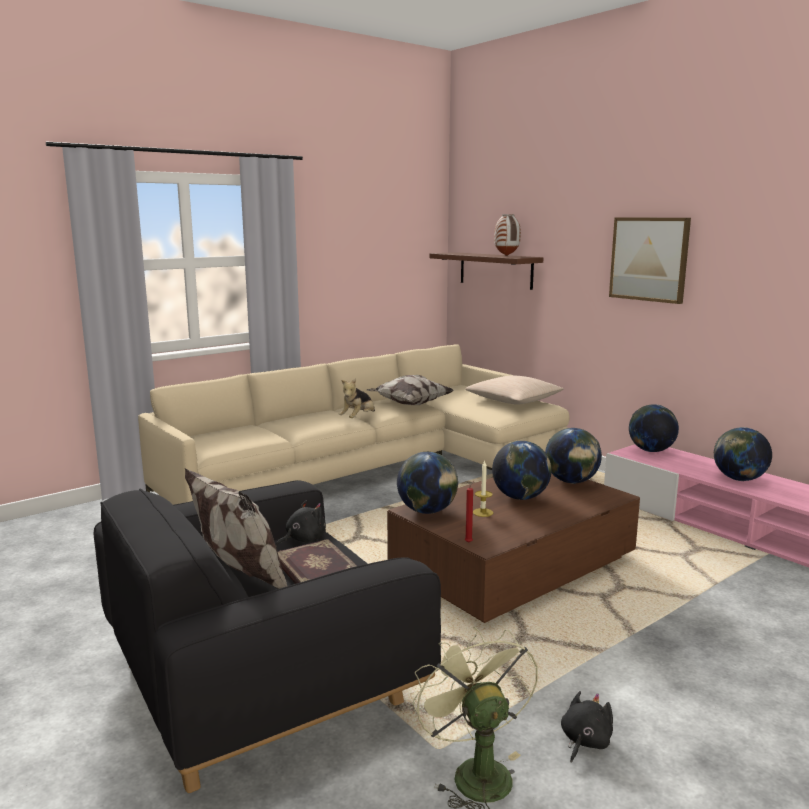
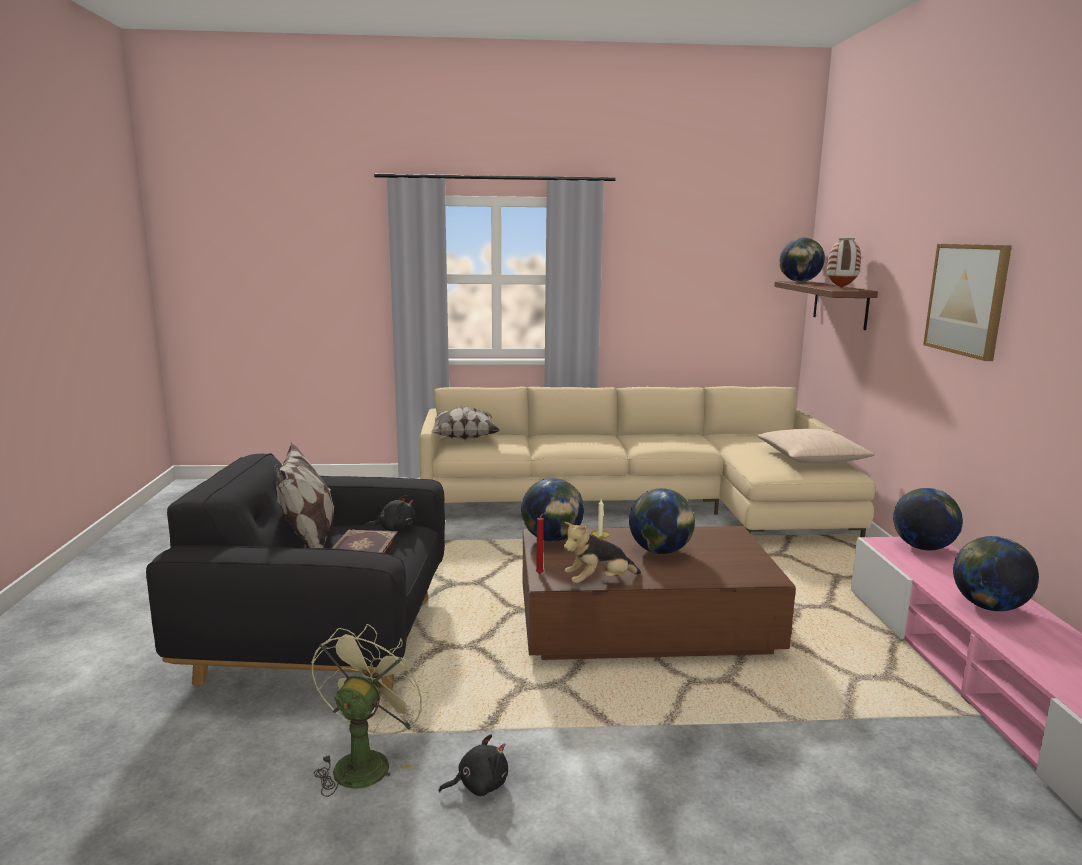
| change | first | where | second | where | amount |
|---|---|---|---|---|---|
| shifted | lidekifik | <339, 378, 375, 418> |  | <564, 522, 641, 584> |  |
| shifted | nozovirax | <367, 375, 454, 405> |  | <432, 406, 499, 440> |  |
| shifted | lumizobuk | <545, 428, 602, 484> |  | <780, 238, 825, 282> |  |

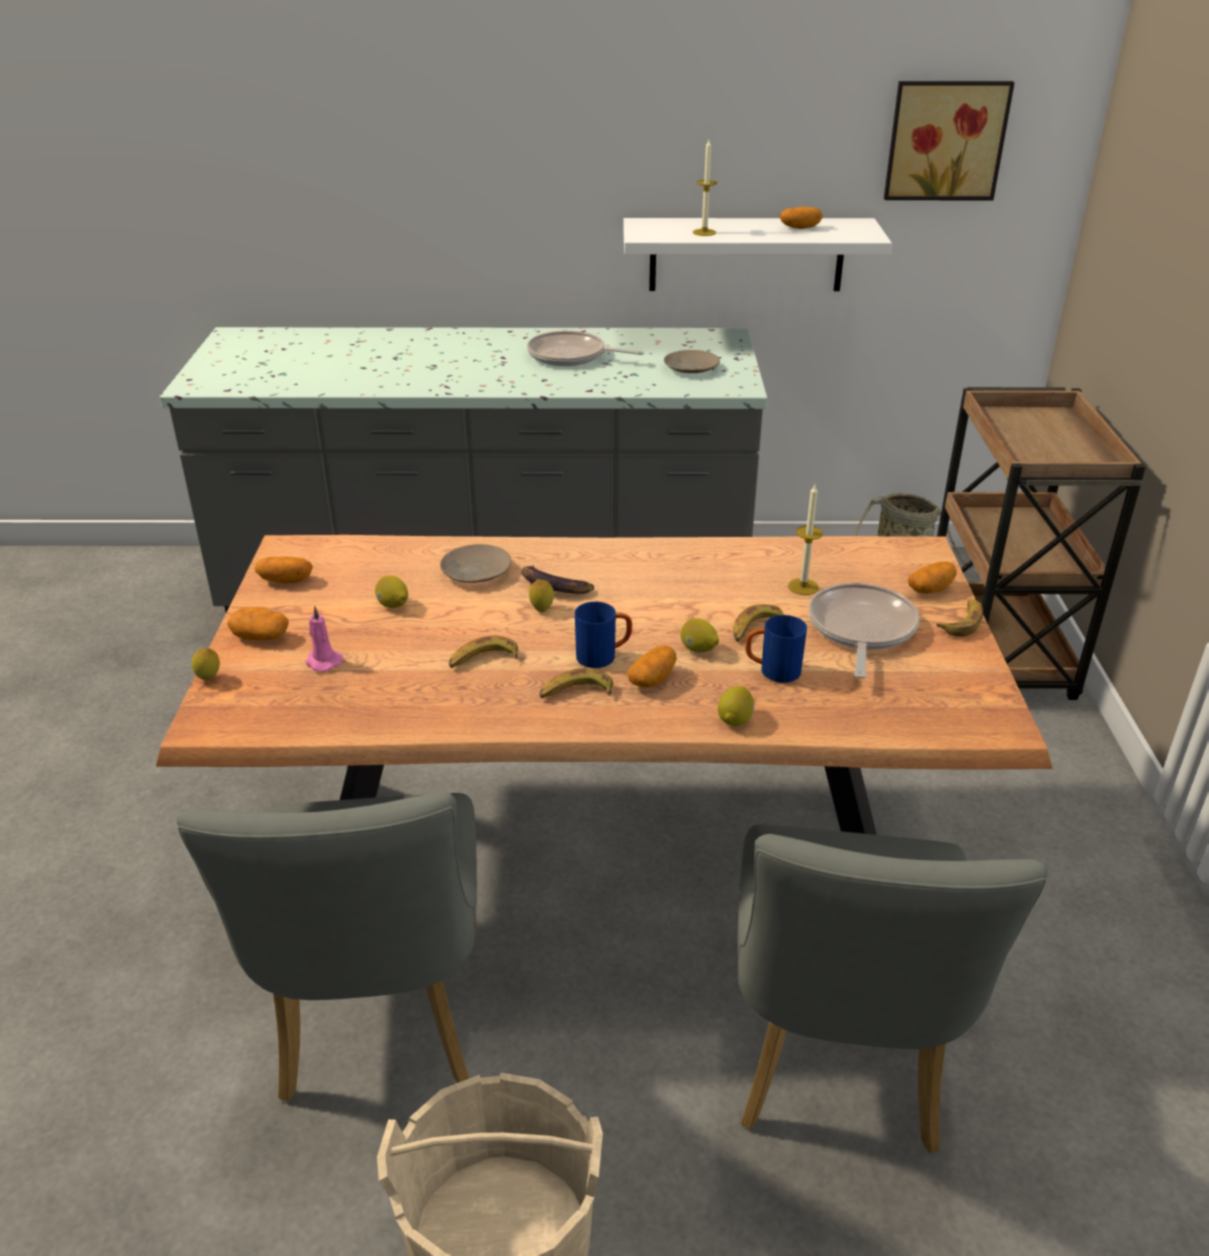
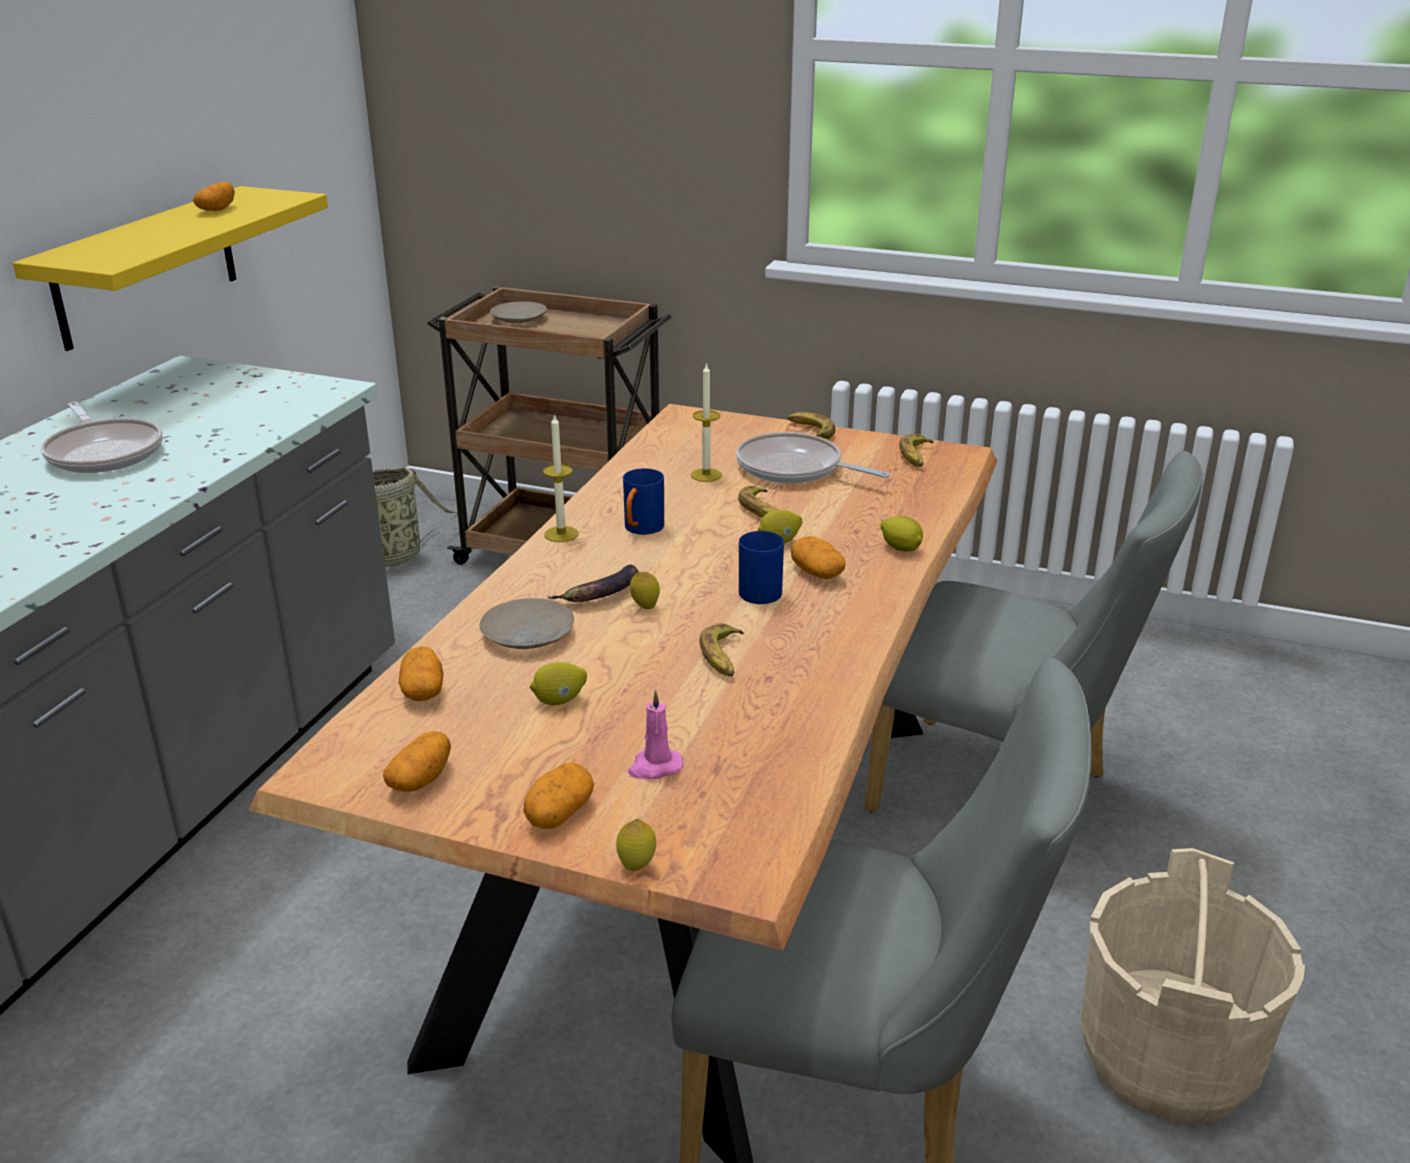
| change | first | where | second | where | amount |
|---|---|---|---|---|---|
| gone | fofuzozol | <884, 81, 1015, 200> |  |  |  |
| shifted | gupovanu | <539, 668, 613, 698> |  | <899, 434, 934, 467> |  |
| shifted | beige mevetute | <664, 350, 720, 373> |  | <490, 302, 547, 324> |  |
| shifted | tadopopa | <693, 140, 717, 236> |  | <543, 414, 579, 542> |  |
| shifted | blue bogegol | <745, 615, 807, 683> |  | <623, 468, 664, 535> |  |
| shifted | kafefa | <908, 562, 957, 594> |  | <399, 647, 444, 701> |  |
| repainted | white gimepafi | <623, 218, 892, 291> | yellow gimepafi | <13, 186, 328, 351> |  |
| rotated | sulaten | <527, 331, 644, 366> |  | <41, 402, 163, 473> | 75 degrees counterclockwise |

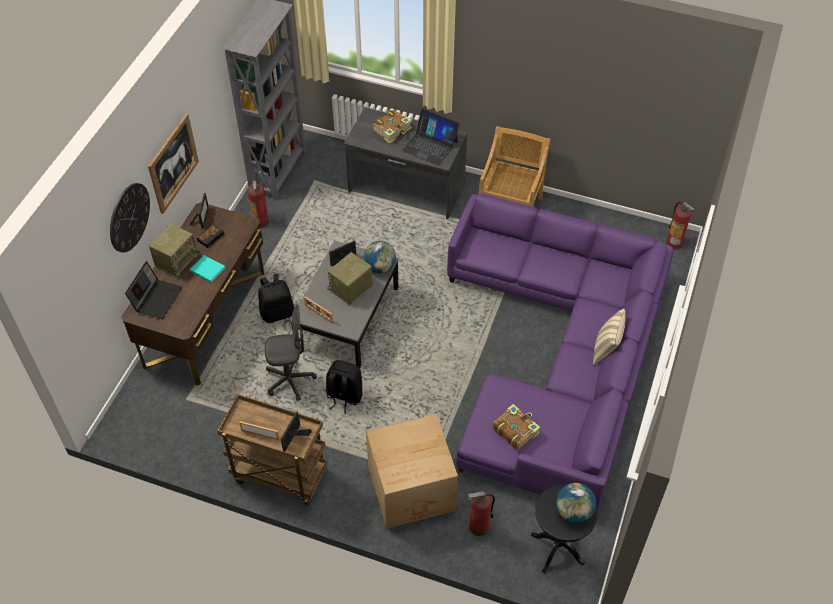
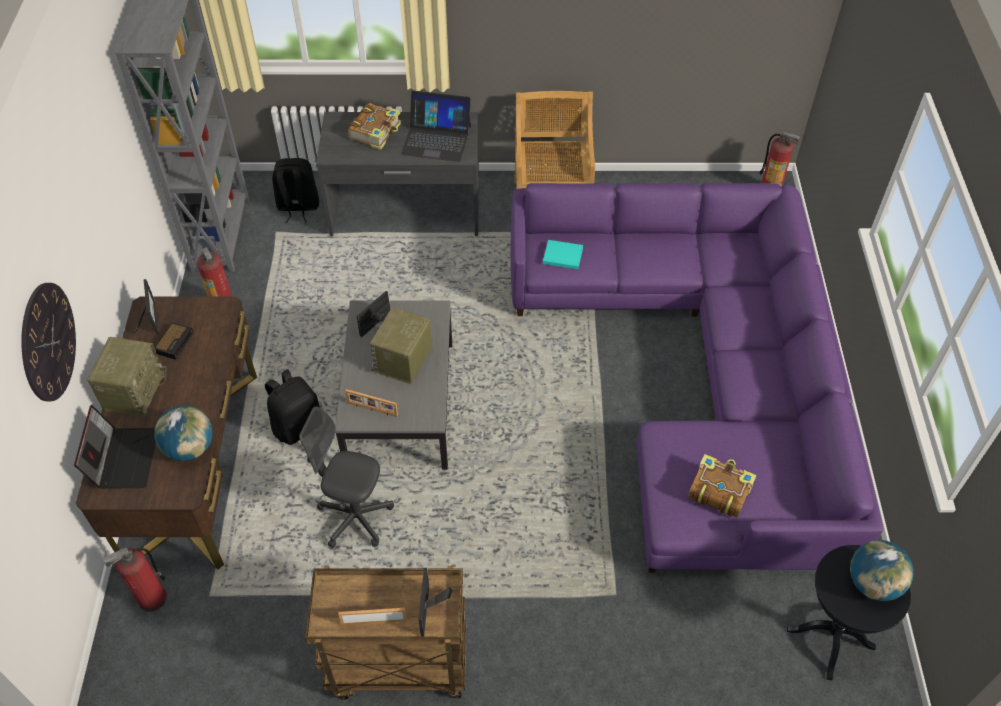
| change | first | where | second | where | amount |
|---|---|---|---|---|---|
| gone | fofuzozol | <148, 114, 199, 214> |  |  |  |
| gone | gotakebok | <366, 414, 458, 529> |  |  |  |
| gone | beige nozovirax | <593, 309, 625, 366> |  |  |  |
| shifted | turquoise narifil | <190, 255, 225, 283> |  | <543, 240, 583, 269> |  |
| shifted | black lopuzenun | <326, 360, 362, 414> |  | <272, 158, 319, 223> |  |
| shifted | lumizobuk | <364, 241, 396, 274> |  | <154, 405, 212, 461> |  |
| shifted | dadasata | <468, 491, 495, 536> |  | <102, 547, 167, 612> |  |
| rotated | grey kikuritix | <265, 305, 317, 401> |  | <299, 406, 394, 548> | 135 degrees counterclockwise |

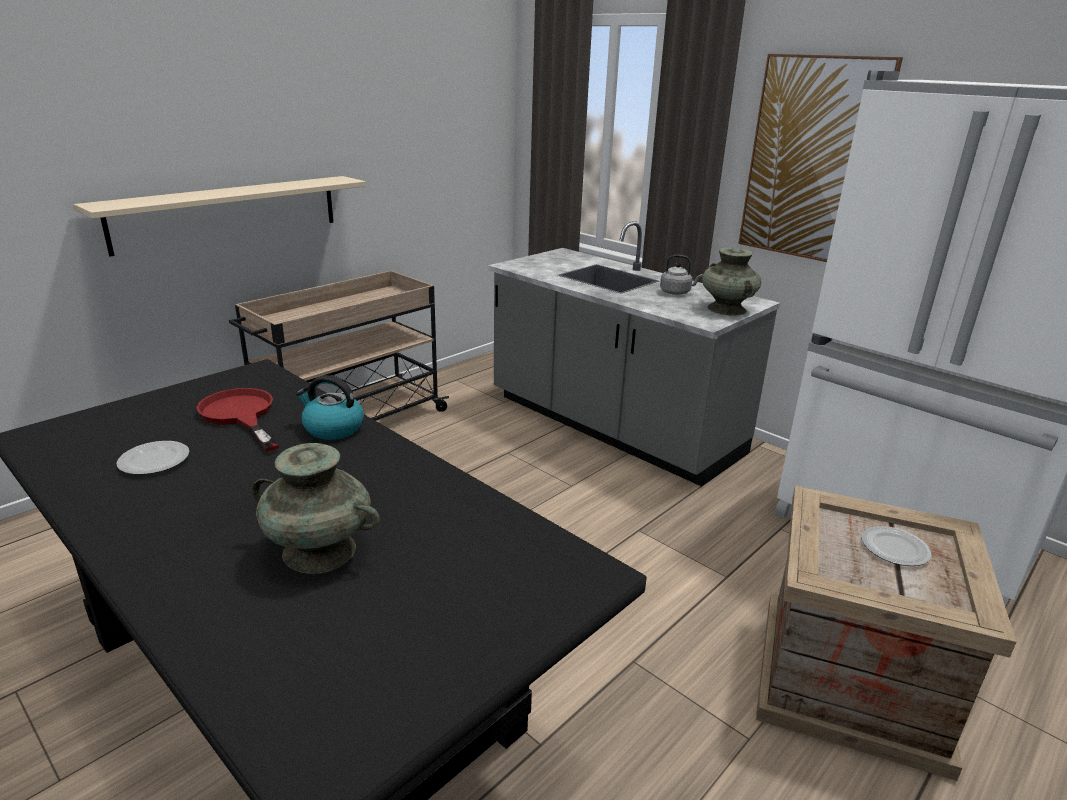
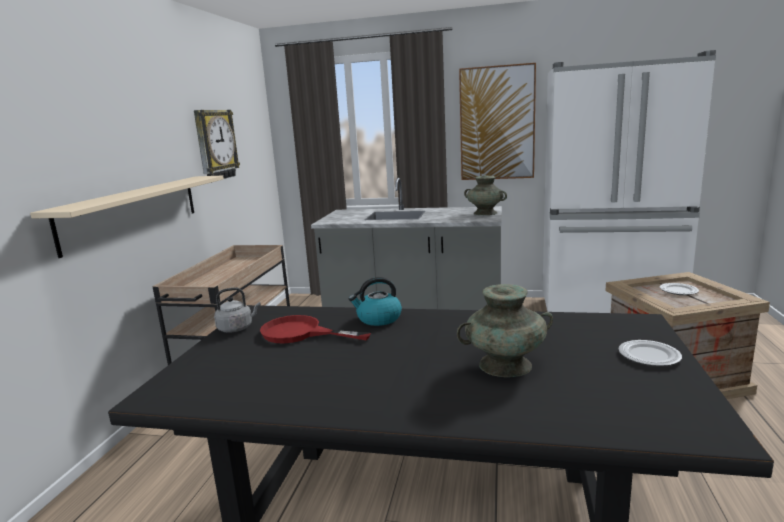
| change | first | where | second | where | amount |
|---|---|---|---|---|---|
| new |  |  | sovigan | <194, 110, 240, 179> |  |
| shifted | mevetute | <117, 441, 189, 475> |  | <618, 340, 682, 366> |  |
| shifted | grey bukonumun | <660, 255, 703, 295> |  | <214, 287, 261, 333> |  |

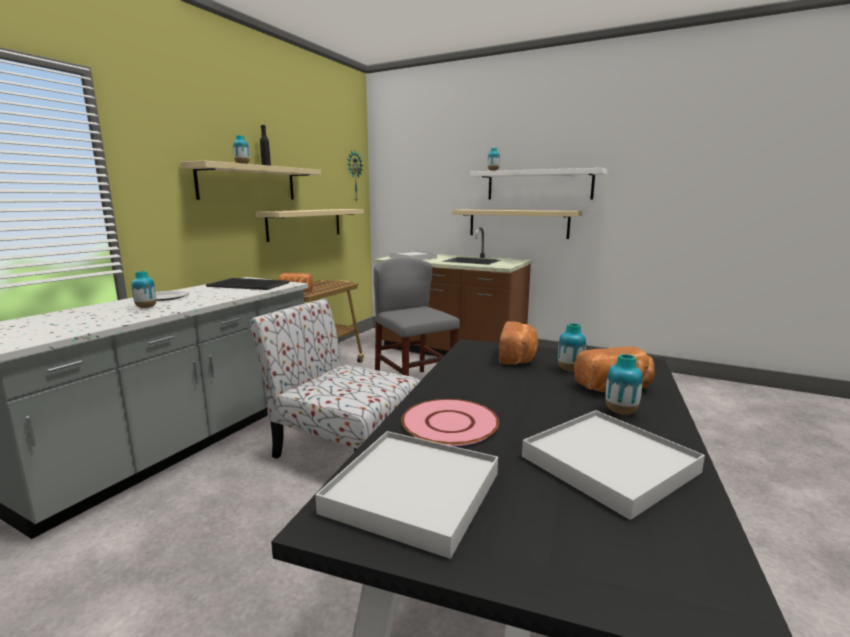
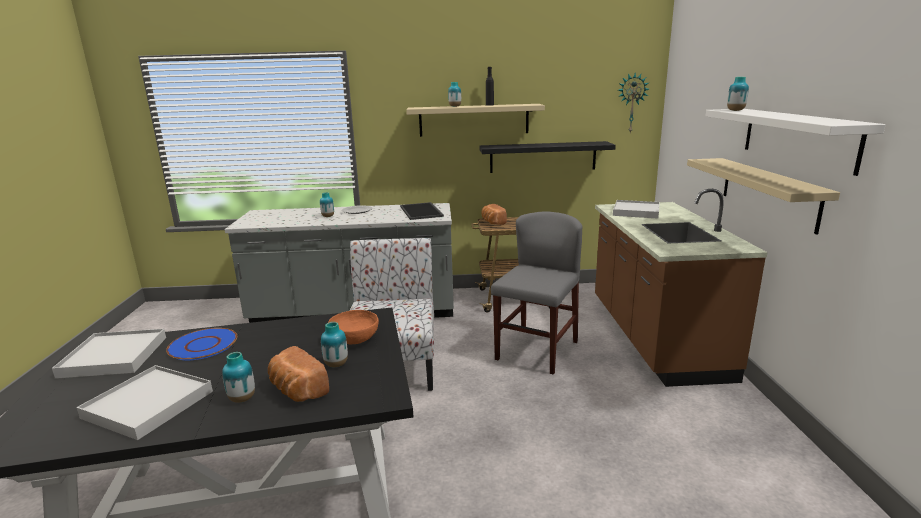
| change | first | where | second | where | amount |
|---|---|---|---|---|---|
| swapped | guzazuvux | <499, 321, 538, 365> | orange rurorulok | <328, 310, 379, 344> |  |
| repainted | beige gimepafi | <256, 209, 364, 242> | black gimepafi | <480, 141, 616, 173> |  |
| repainted | pink mevetute | <401, 399, 499, 446> | blue mevetute | <166, 328, 237, 360> |  |

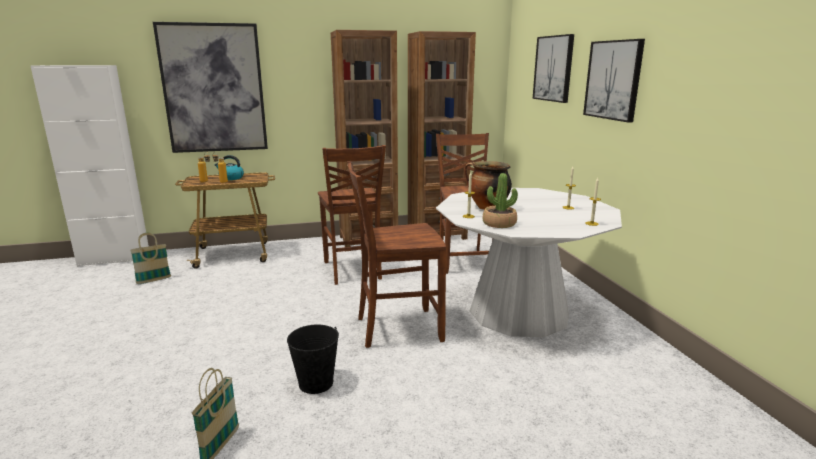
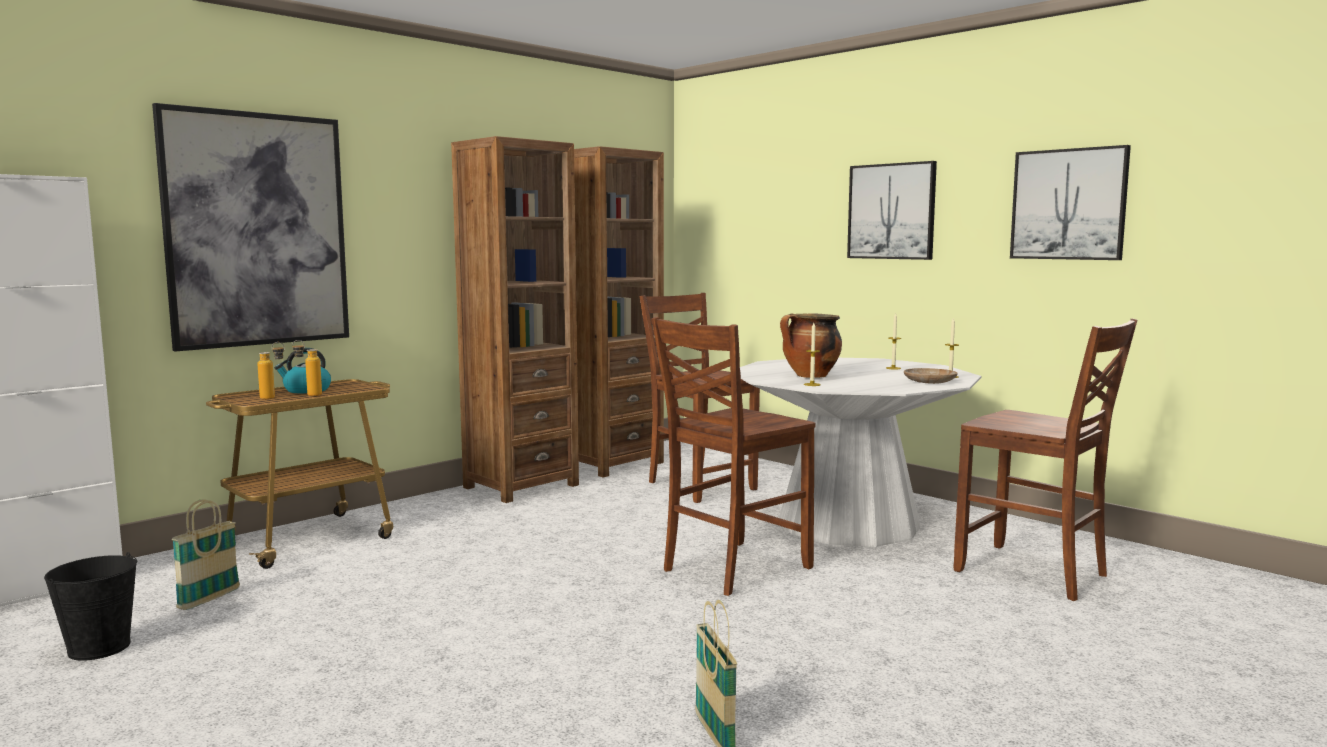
| change | first | where | second | where | amount |
|---|---|---|---|---|---|
| gone | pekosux | <483, 173, 518, 228> |  |  |  |
| new |  |  | beige mevetute | <904, 368, 957, 384> |  |
| shifted | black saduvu | <287, 325, 339, 394> |  | <44, 552, 137, 661> |  |
| shifted | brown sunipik | <318, 145, 386, 285> |  | <954, 318, 1137, 601> |  |
| shifted | fofuzozol | <533, 34, 574, 103> |  | <1010, 145, 1131, 260> |  |

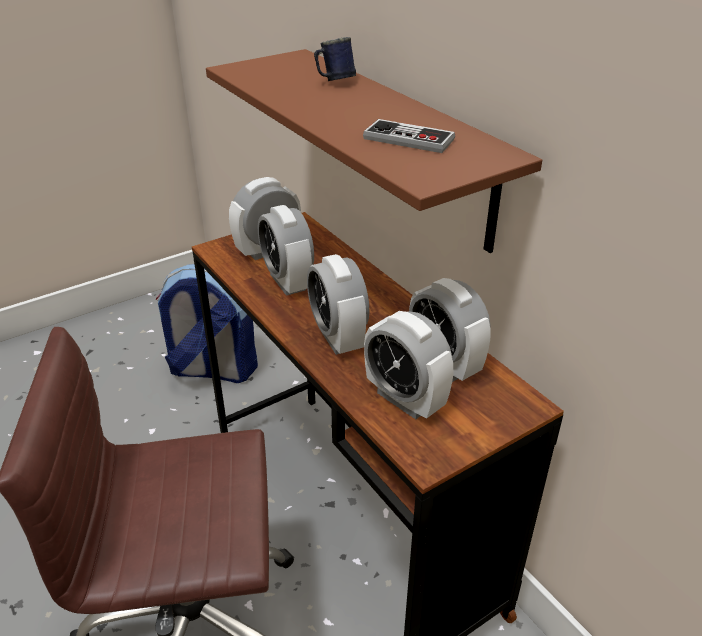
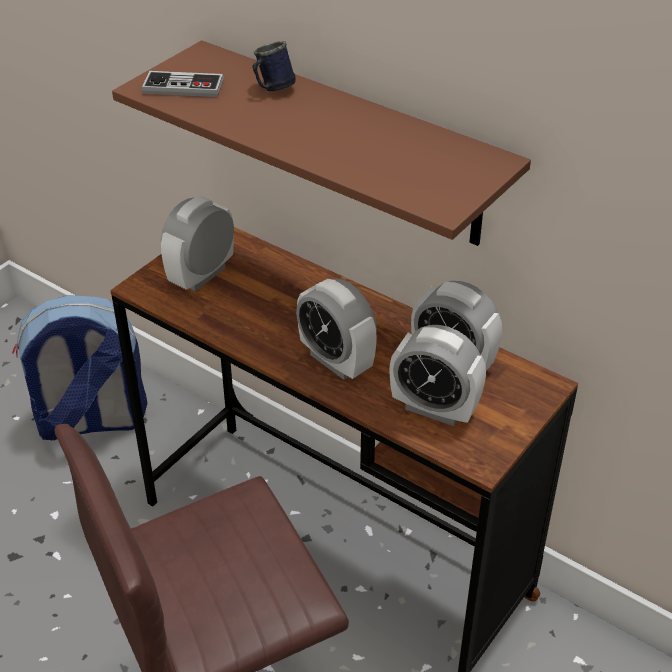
| change | first | where | second | where | amount |
|---|---|---|---|---|---|
| gone | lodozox | <258, 205, 314, 296> |  |  |  |
| shifted | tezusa | <363, 119, 455, 153> |  | <142, 71, 224, 97> |  |

